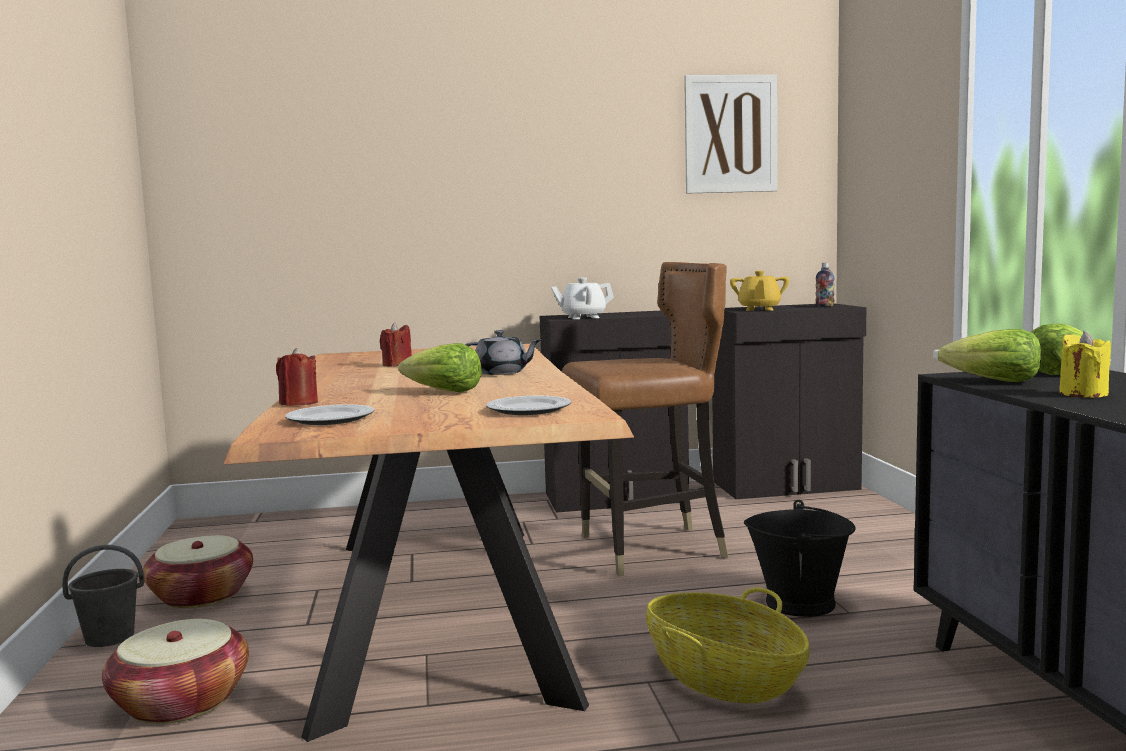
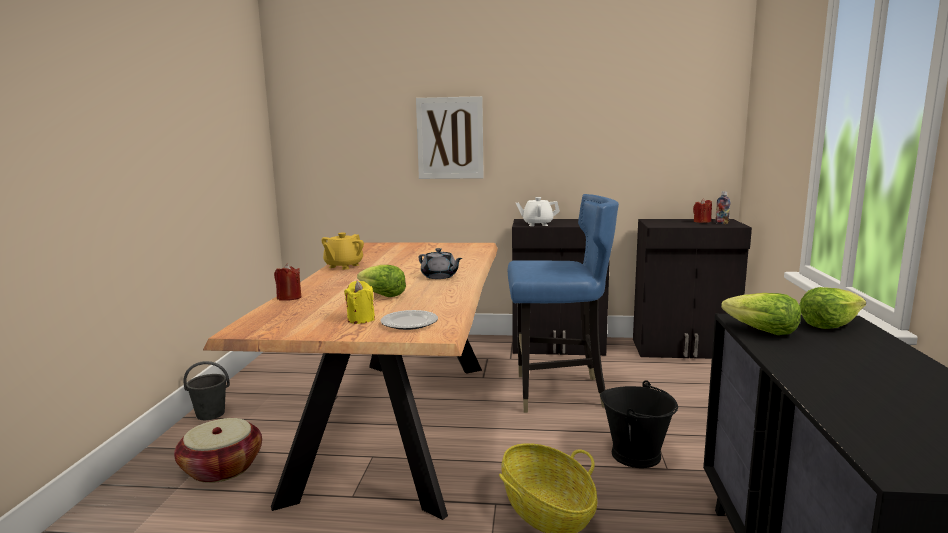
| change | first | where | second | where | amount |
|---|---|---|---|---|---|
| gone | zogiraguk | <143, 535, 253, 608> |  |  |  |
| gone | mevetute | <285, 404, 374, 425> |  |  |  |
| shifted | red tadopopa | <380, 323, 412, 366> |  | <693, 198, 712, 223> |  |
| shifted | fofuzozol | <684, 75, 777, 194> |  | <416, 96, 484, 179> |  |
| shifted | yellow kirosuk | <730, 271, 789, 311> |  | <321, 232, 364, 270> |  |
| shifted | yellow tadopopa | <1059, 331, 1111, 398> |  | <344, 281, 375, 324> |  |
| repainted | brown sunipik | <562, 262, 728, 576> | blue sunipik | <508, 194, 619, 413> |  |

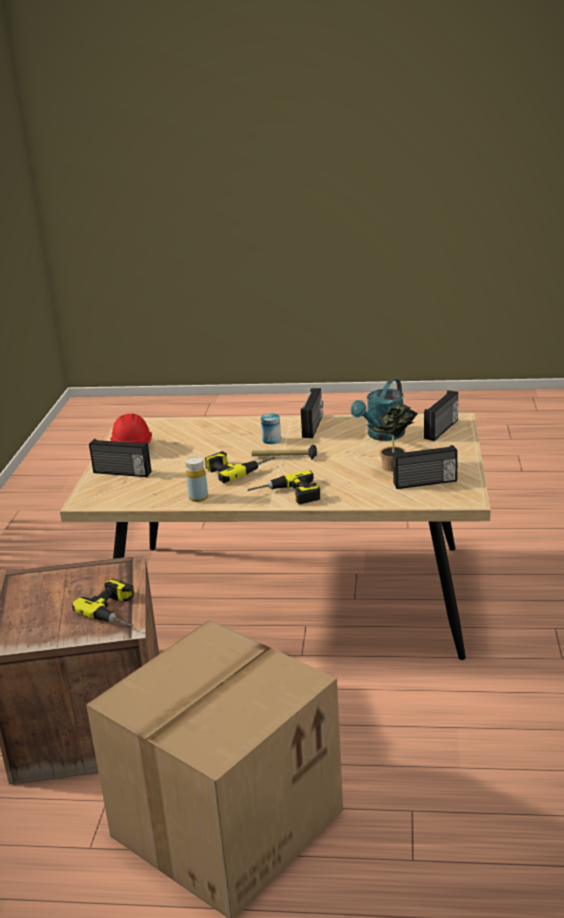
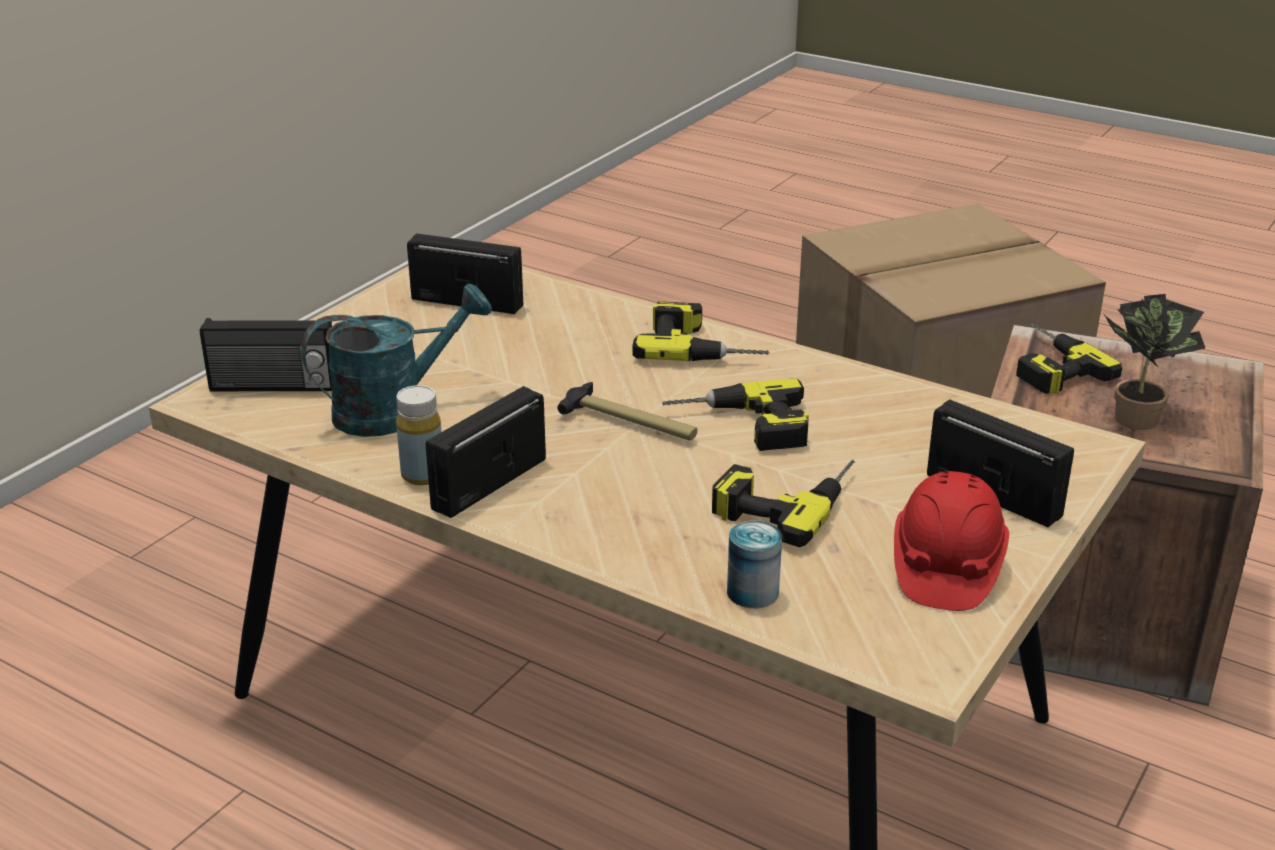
| change | first | where | second | where | amount |
|---|---|---|---|---|---|
| new |  |  | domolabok | <712, 460, 855, 547> |  |
| shifted | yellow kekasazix | <186, 457, 208, 502> |  | <396, 385, 441, 485> |  |
| shifted | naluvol | <261, 413, 281, 444> |  | <727, 521, 782, 608> |  |
| shifted | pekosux | <367, 403, 418, 472> |  | <1104, 294, 1206, 430> |  |
| rotated | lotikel | <424, 390, 459, 441> |  | <200, 318, 332, 391> | 150 degrees counterclockwise |

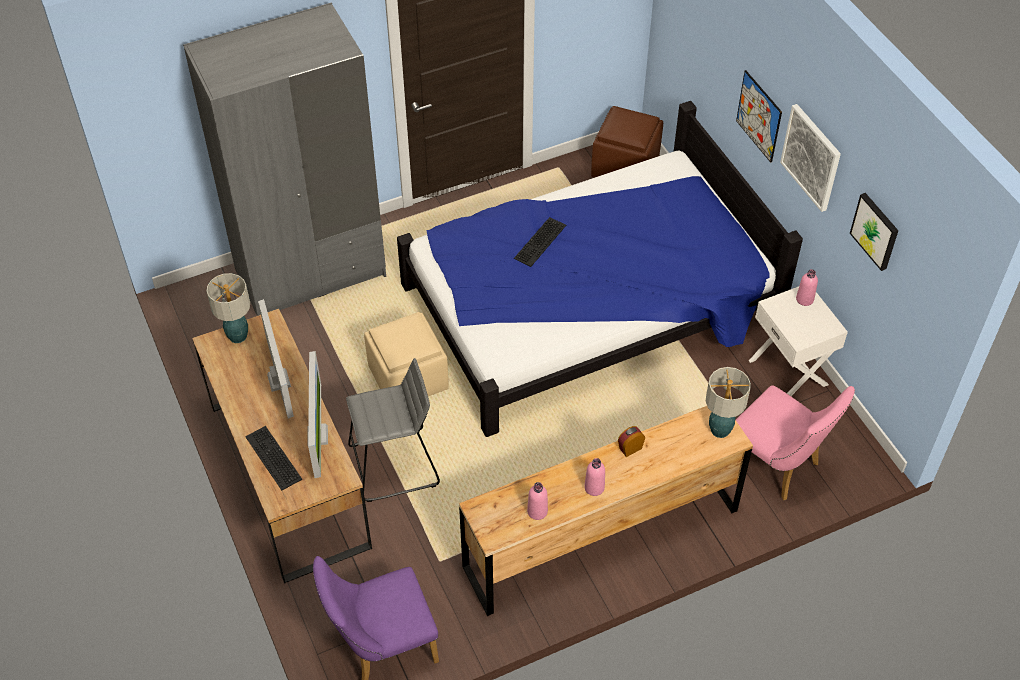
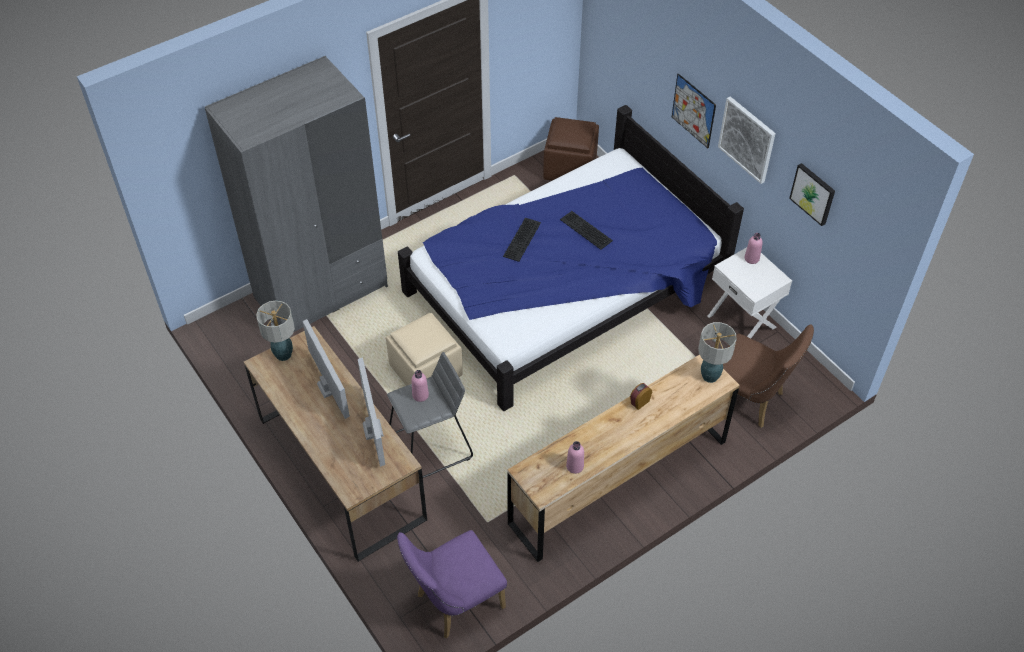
| change | first | where | second | where | amount |
|---|---|---|---|---|---|
| shifted | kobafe | <245, 426, 302, 491> |  | <560, 211, 613, 250> |  |
| shifted | pink kekasazix | <584, 458, 605, 496> |  | <412, 370, 429, 402> |  |
| repainted | pink sunipik | <736, 385, 855, 500> | brown sunipik | <723, 325, 814, 428> |  |

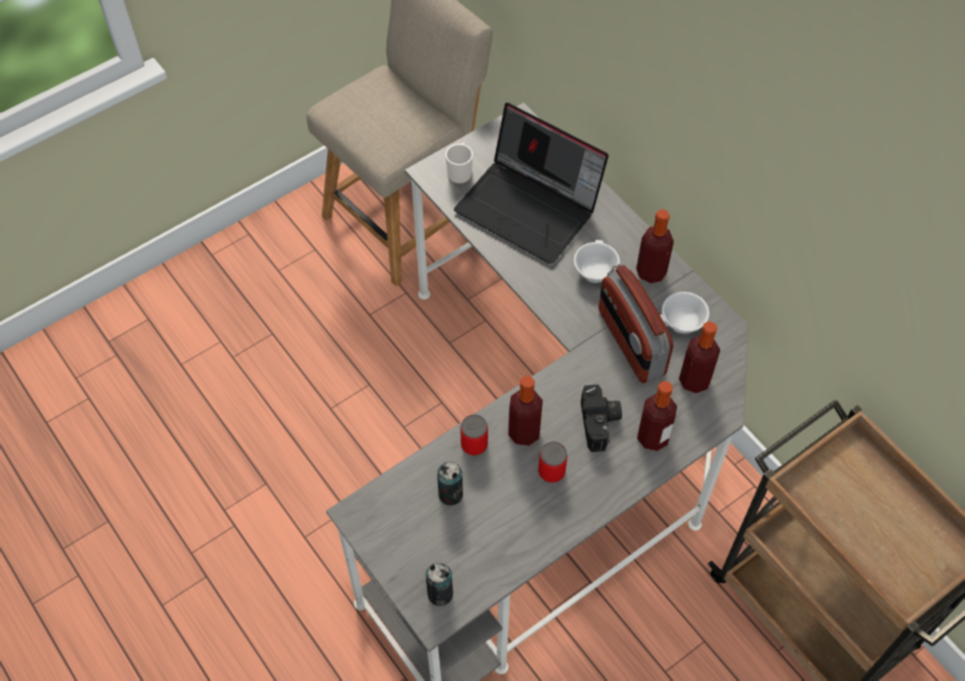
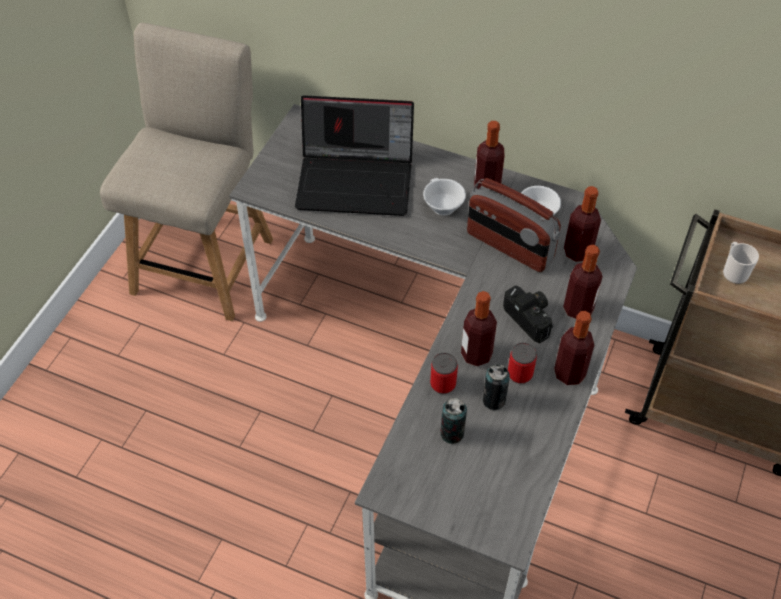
| change | first | where | second | where | amount |
|---|---|---|---|---|---|
| new |  |  | kekasazix | <554, 311, 595, 385> |  |
| shifted | naluvol | <426, 563, 453, 606> |  | <482, 364, 510, 410> |  |
| shifted | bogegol | <445, 142, 473, 184> |  | <723, 242, 759, 284> |  |

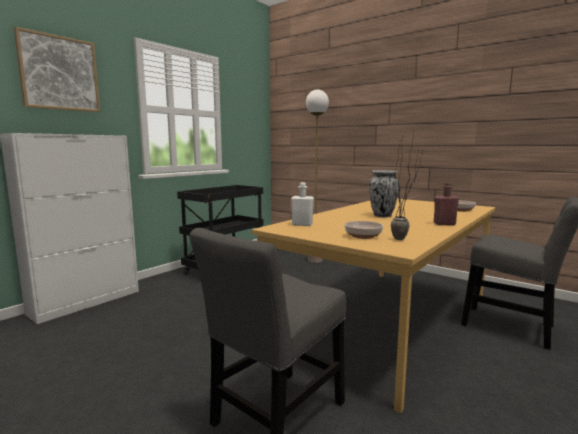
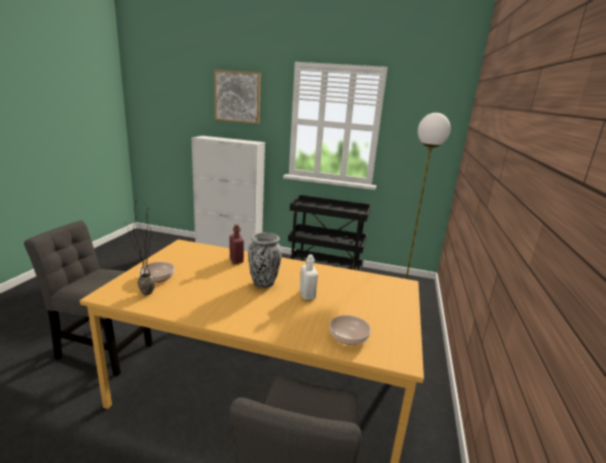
| change | first | where | second | where | amount |
|---|---|---|---|---|---|
| shifted | white kekasazix | <291, 182, 314, 226> |  | <300, 255, 318, 300> |  |
| shifted | red kekasazix | <434, 182, 459, 225> |  | <230, 225, 244, 264> |  |

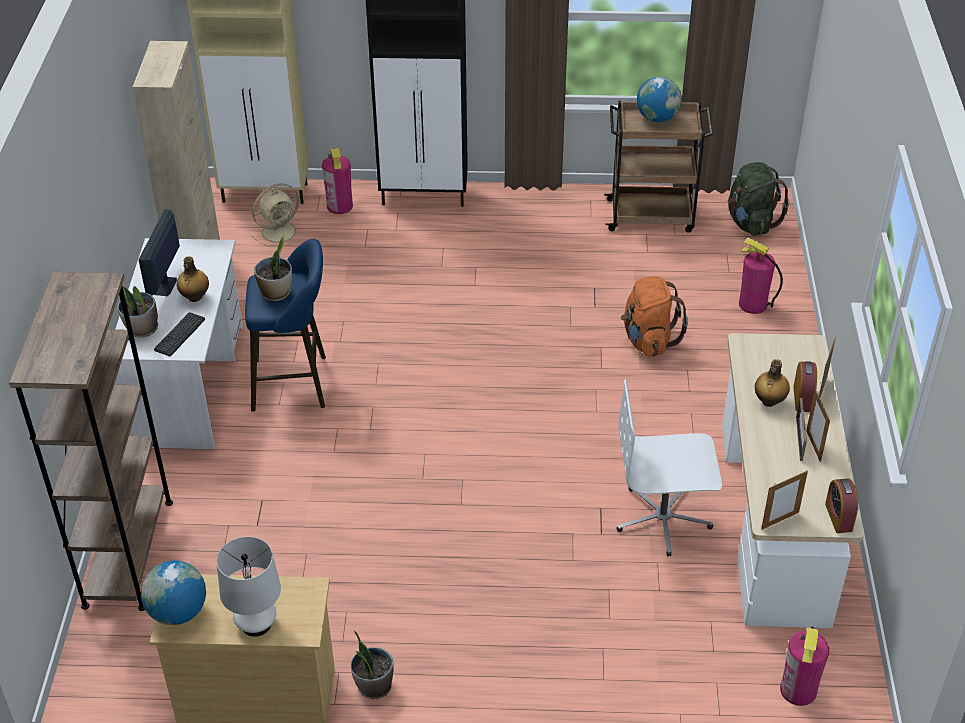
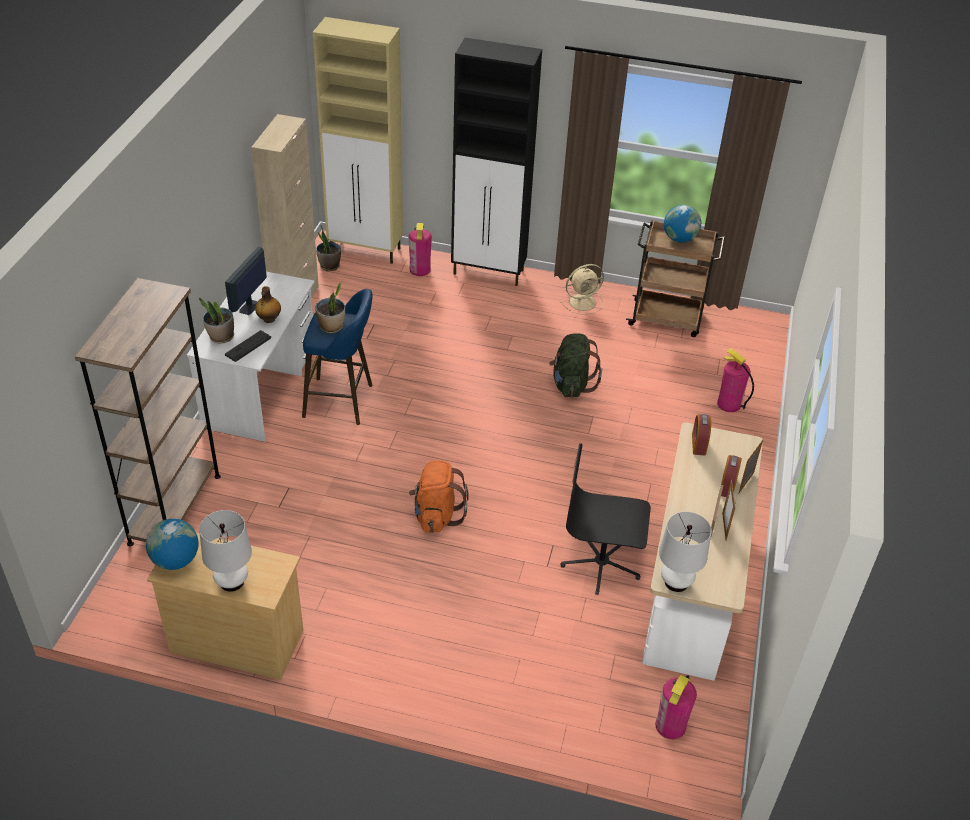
| change | first | where | second | where | amount |
|---|---|---|---|---|---|
| gone | kekasazix | <755, 359, 790, 407> |  |  |  |
| shifted | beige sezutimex | <251, 184, 305, 247> |  | <560, 264, 604, 314> |  |
| shifted | pekosux | <350, 631, 394, 699> |  | <316, 226, 341, 271> |  |
| shifted | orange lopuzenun | <621, 276, 688, 357> |  | <409, 460, 469, 533> |  |
| shifted | green lopuzenun | <728, 162, 789, 236> |  | <549, 333, 602, 398> |  |
| shifted | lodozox | <825, 478, 858, 533> |  | <692, 414, 711, 456> |  |
| swapped | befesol | <761, 471, 808, 530> | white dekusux | <659, 512, 712, 592> |  |
| repainted | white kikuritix | <617, 379, 722, 556> | black kikuritix | <561, 443, 651, 595> |  |

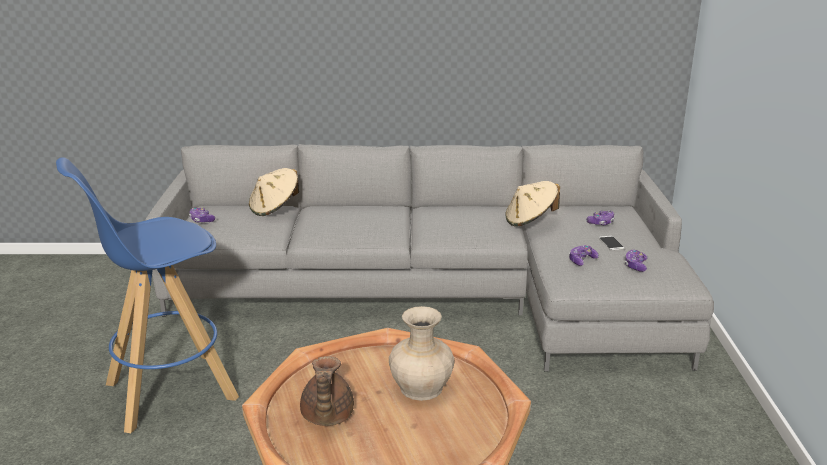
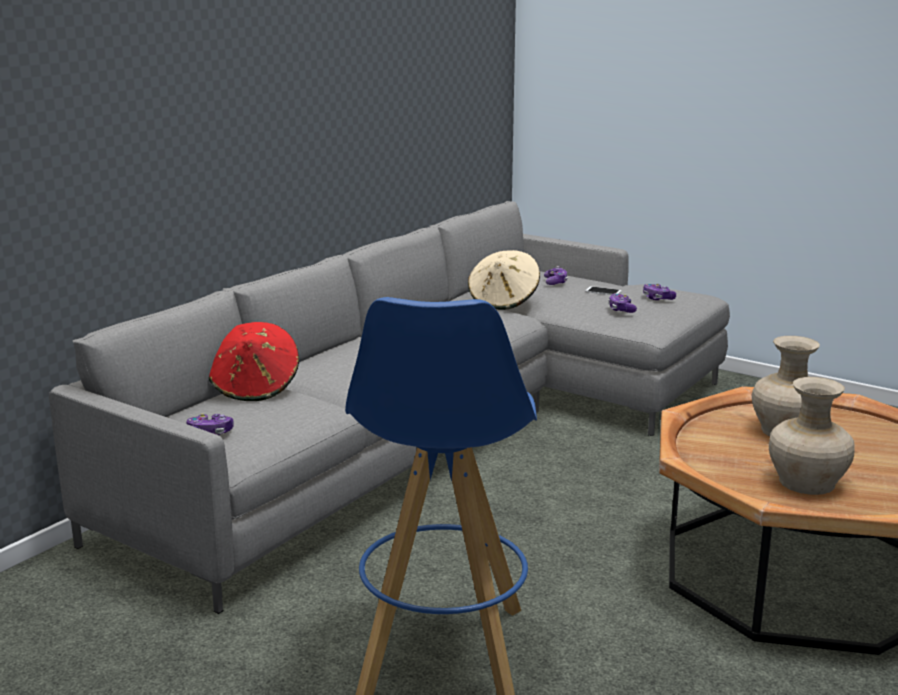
| change | first | where | second | where | amount |
|---|---|---|---|---|---|
| swapped | brown kirosuk | <300, 356, 354, 426> | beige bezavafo | <769, 377, 855, 495> |  |
| repainted | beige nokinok | <249, 168, 299, 216> | red nokinok | <209, 322, 299, 401> |  |

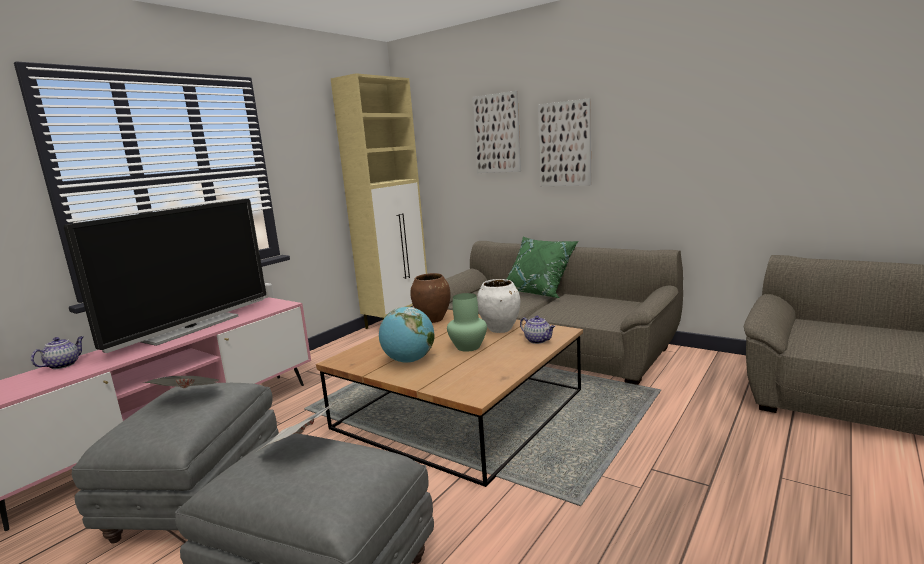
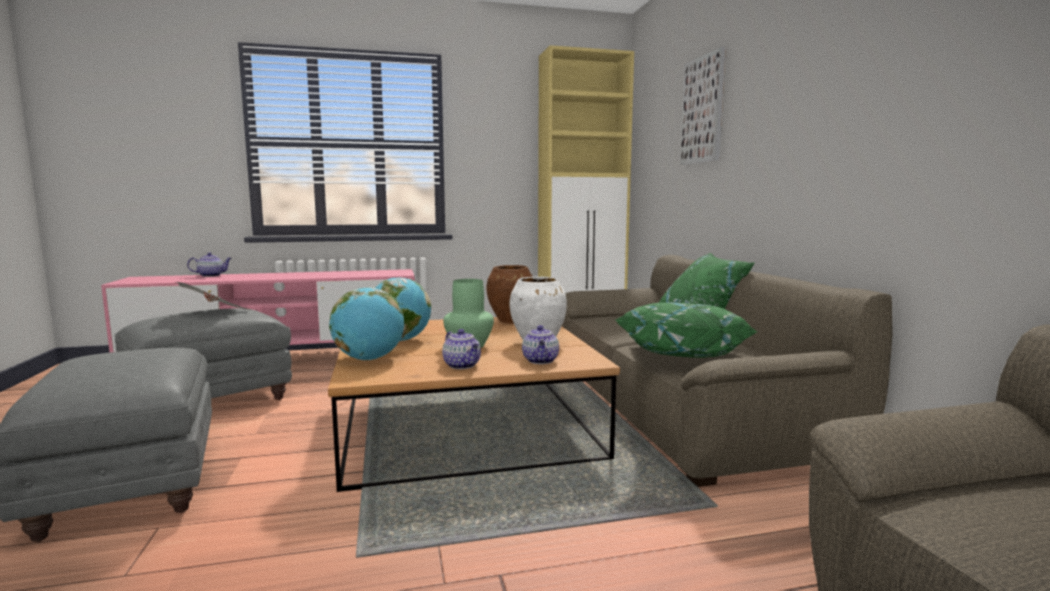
| change | first | where | second | where | amount |
|---|---|---|---|---|---|
| gone | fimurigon | <64, 199, 266, 353> |  |  |  |
| gone | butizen | <256, 401, 338, 452> |  |  |  |
| gone | fofuzozol | <538, 98, 592, 186> |  |  |  |
| new |  |  | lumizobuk | <329, 287, 405, 360> |  |
| new |  |  | kirosuk | <442, 329, 481, 369> |  |
| new |  |  | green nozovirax | <616, 303, 757, 358> |  |

